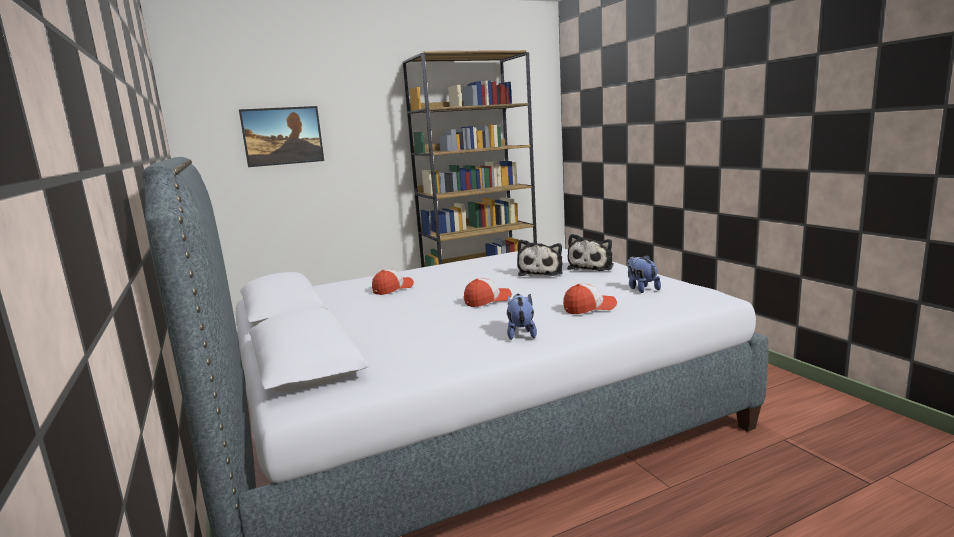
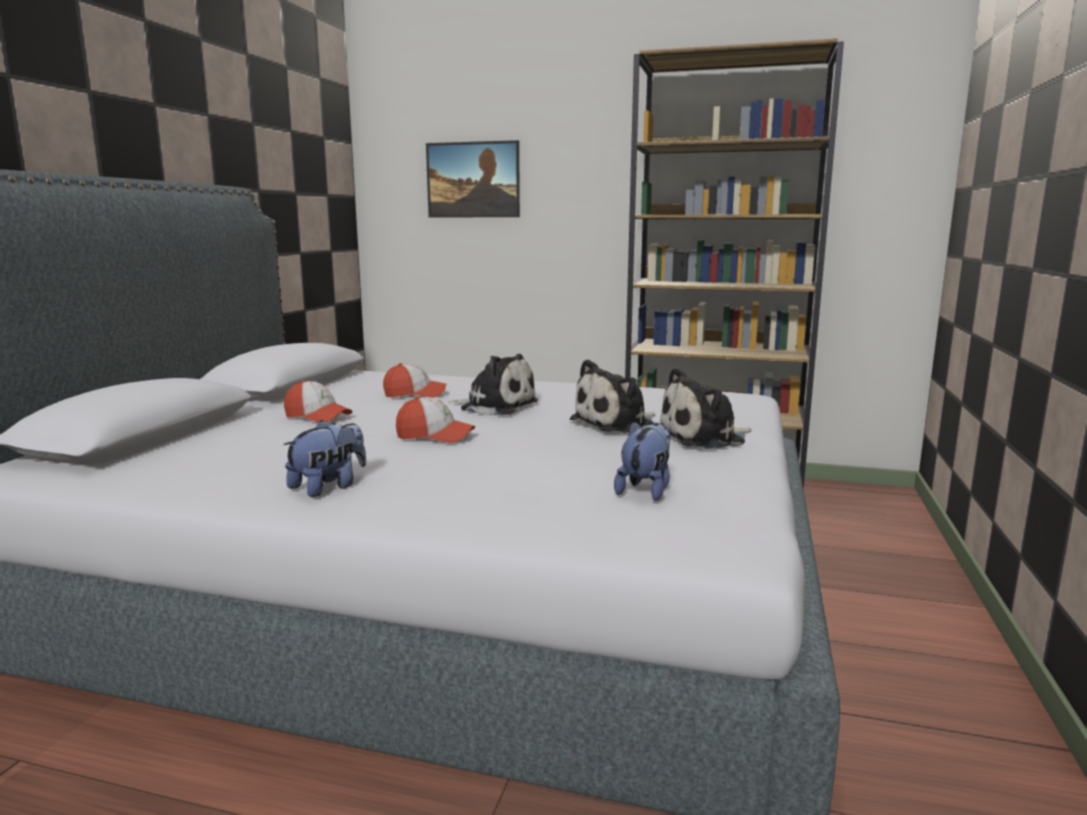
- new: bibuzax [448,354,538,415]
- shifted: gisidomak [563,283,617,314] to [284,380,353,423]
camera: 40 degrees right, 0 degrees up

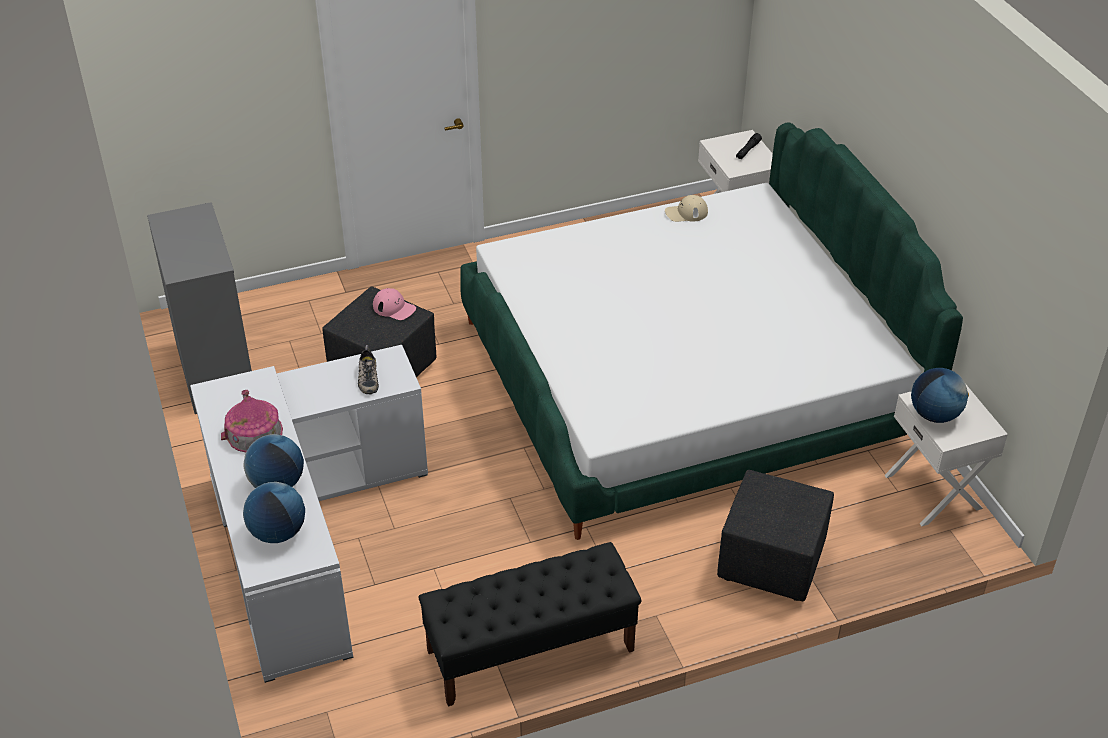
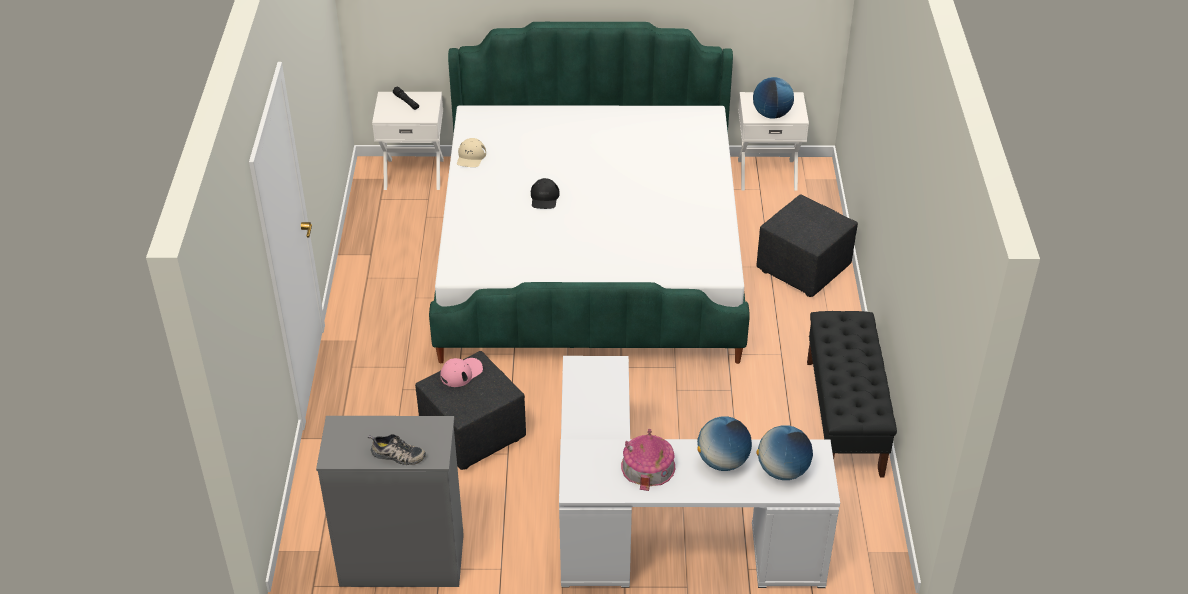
- new: black_gisidomak [531,178,559,209]
- shifted: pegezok [358,345,379,394] to [368,434,426,465]
camera: 70 degrees left, 0 degrees up

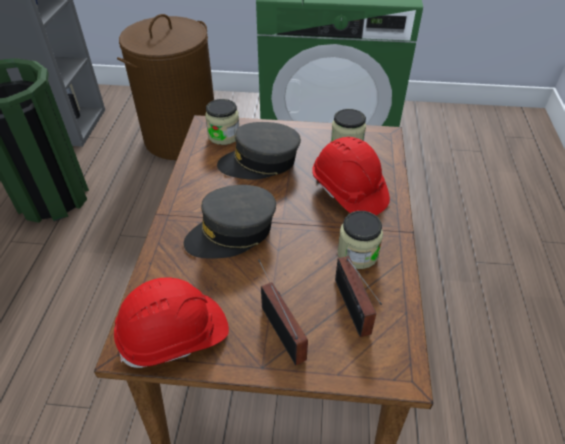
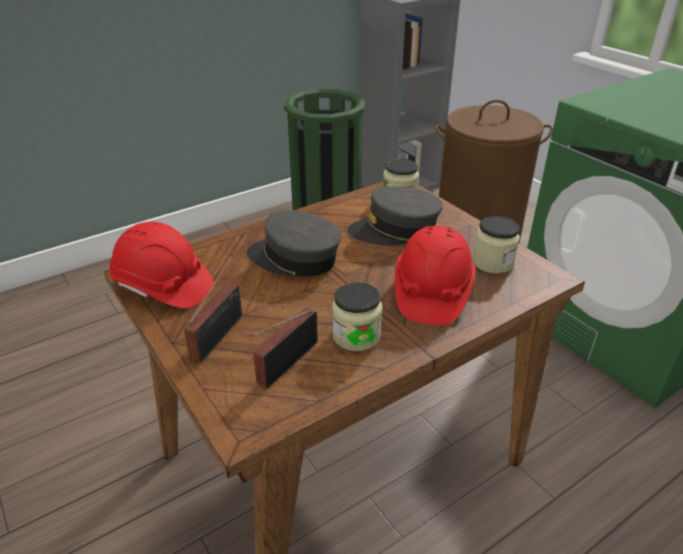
- rotated: grey_gisidomak [217,122,301,180] = [348,186,443,246] 45 degrees counterclockwise
camera: 50 degrees right, 10 degrees down

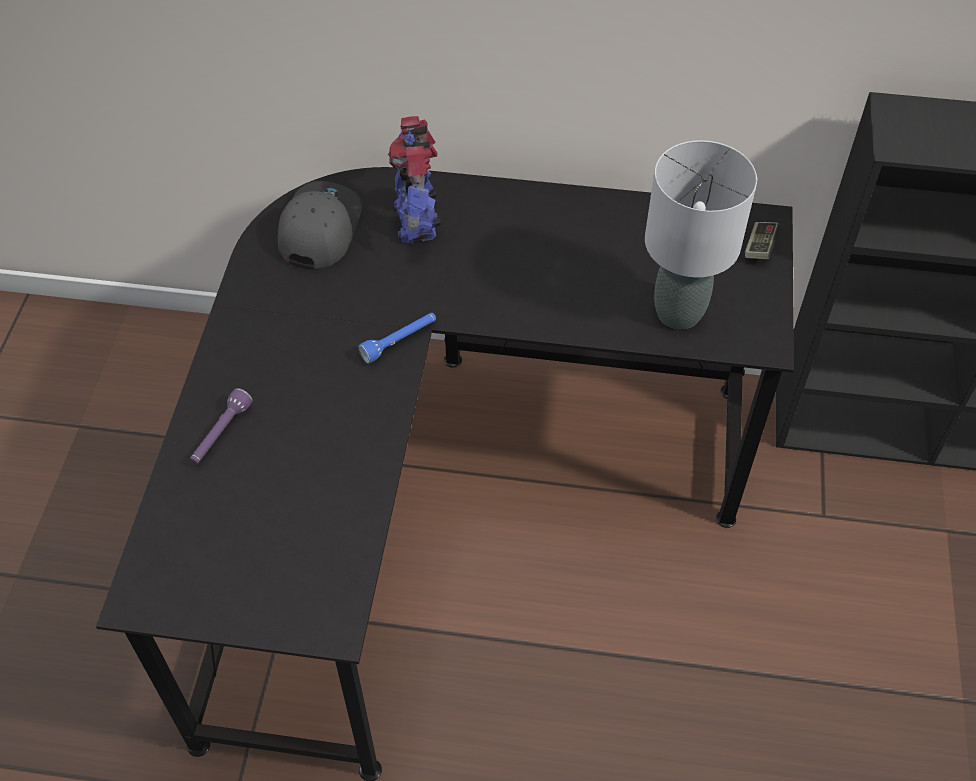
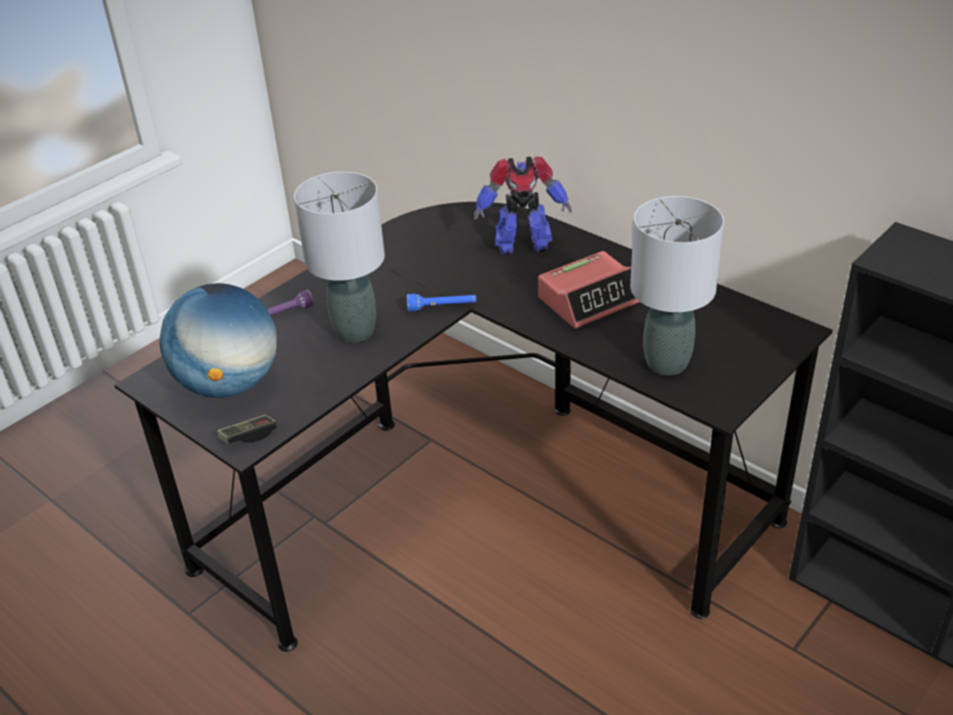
- gone: grey_gisidomak [278,181,362,269]
- new: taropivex [160,283,277,398]
- new: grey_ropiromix [294,172,385,342]
- new: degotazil [538,251,640,329]
- shifted: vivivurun [745,222,780,259] to [217,415,277,444]
- rotated: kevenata [388,116,442,244] = [474,157,572,255] 120 degrees counterclockwise
camera: 35 degrees right, 15 degrees down

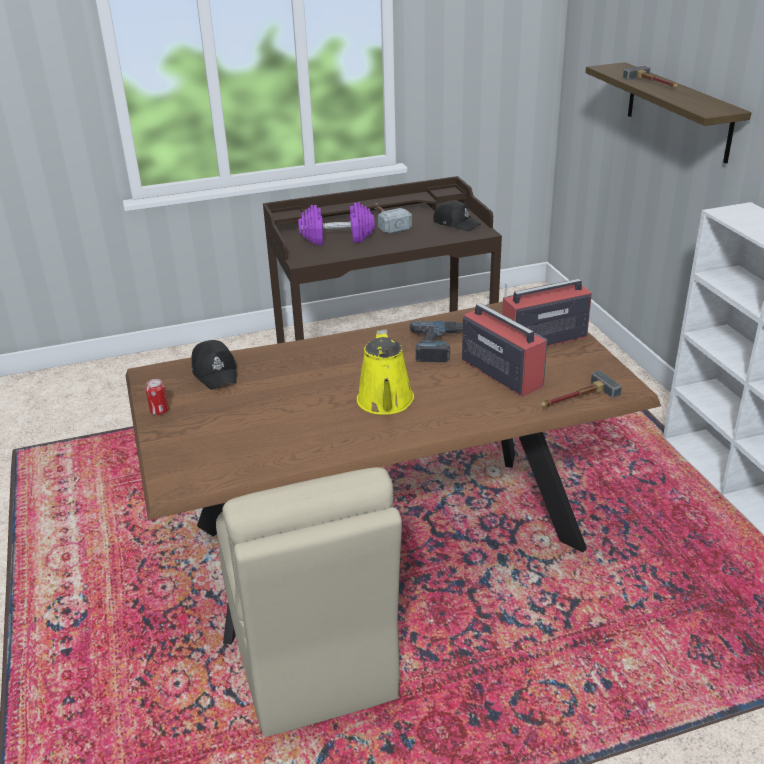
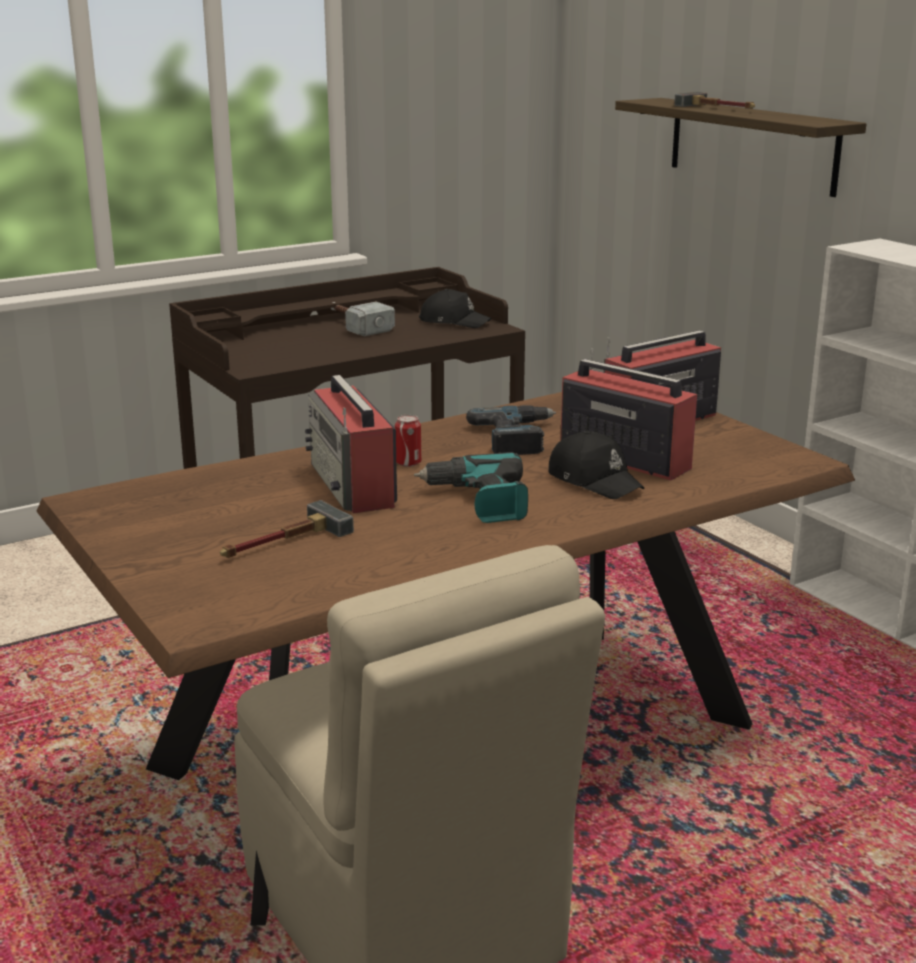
- gone: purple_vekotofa [298,202,375,245]
- new: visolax [305,375,397,514]
- shifted: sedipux [146,379,169,415] to [395,415,421,467]
- shifted: black_gisidomak [191,340,237,390] to [548,431,644,499]
- shifted: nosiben [541,371,622,408] to [220,500,354,558]
- swapped: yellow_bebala [357,329,414,415] to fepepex [414,452,528,523]
camera: 15 degrees left, 10 degrees down

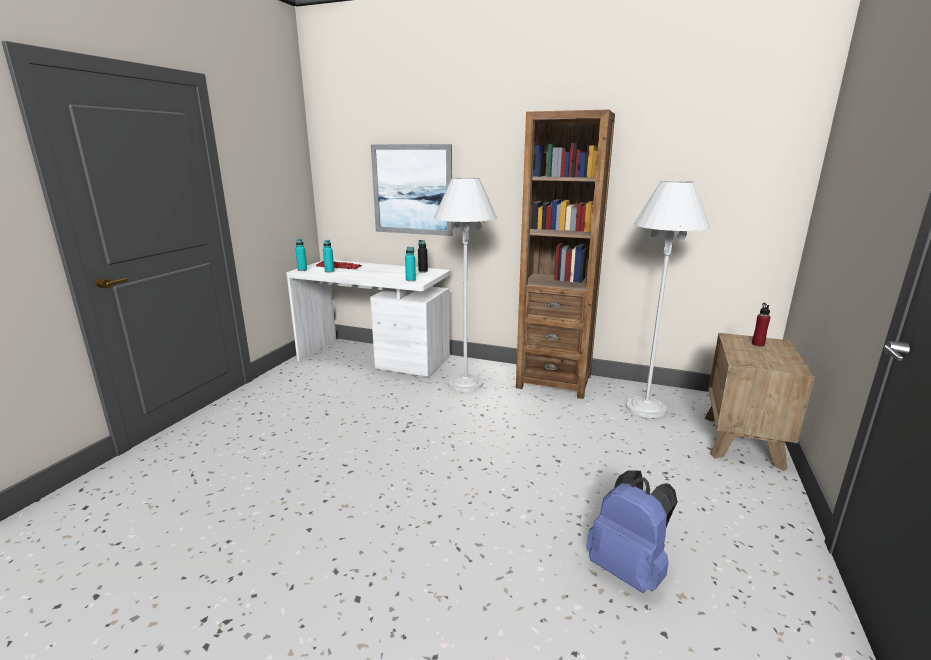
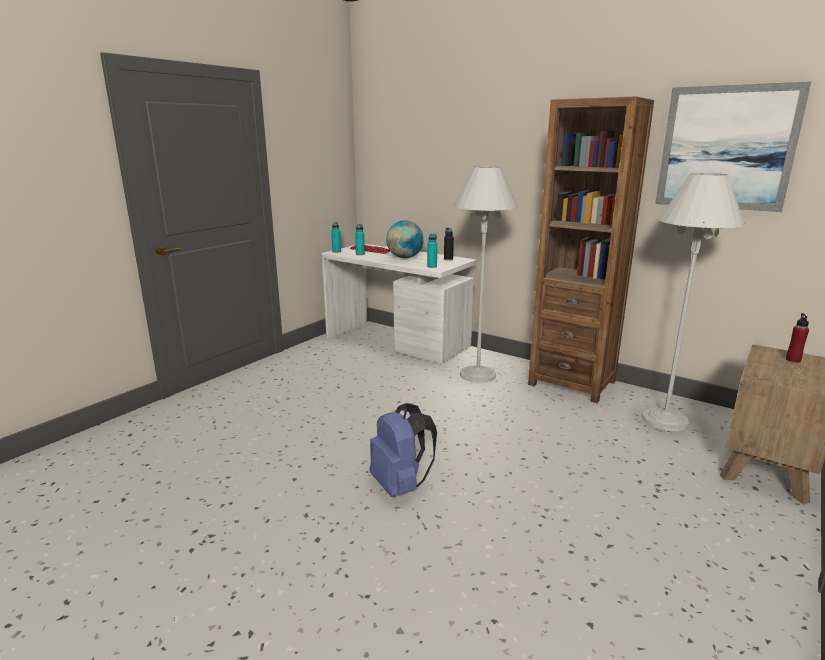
- new: taropivex [386,220,424,258]
- shifted: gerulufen [371,144,453,236] to [655,82,811,212]
- shifted: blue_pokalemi [586,470,677,593] to [370,403,437,497]
camera: 15 degrees right, 0 degrees up

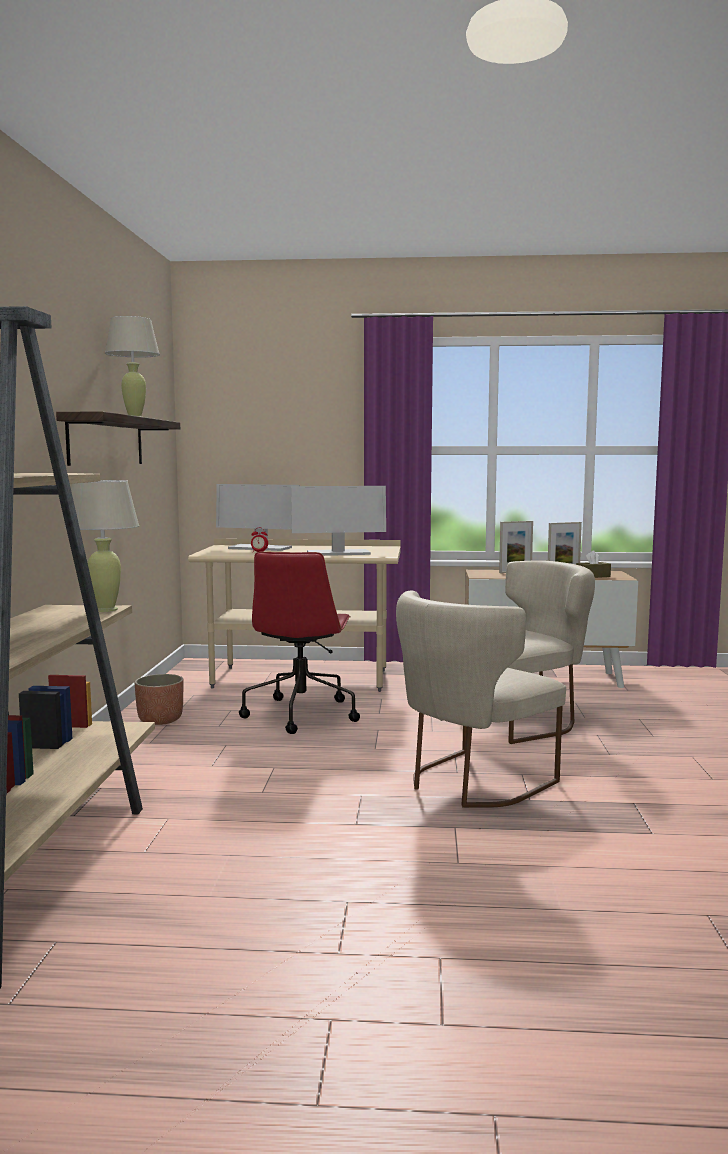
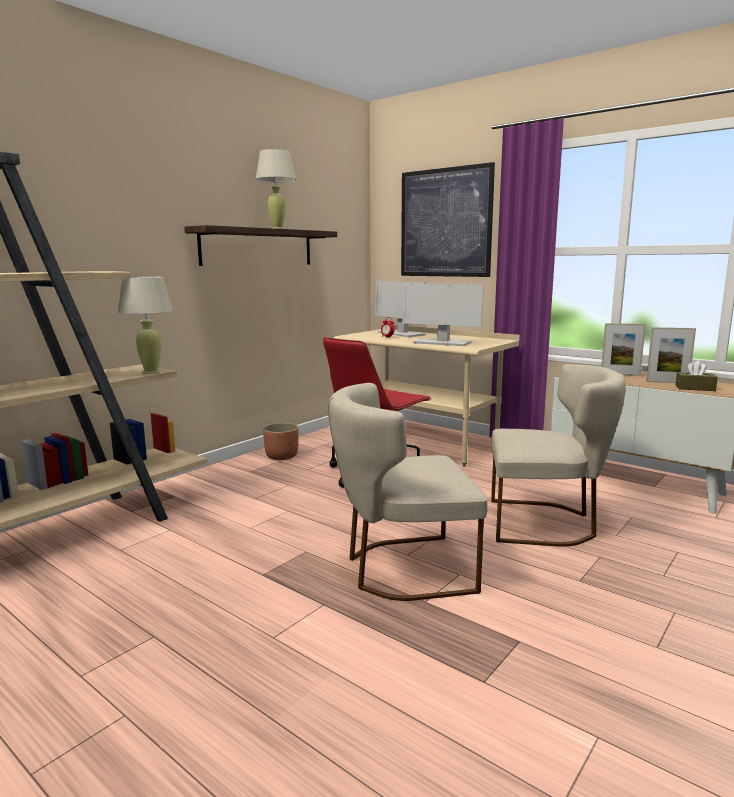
- new: gerulufen [401,162,495,277]
camera: 35 degrees right, 5 degrees up

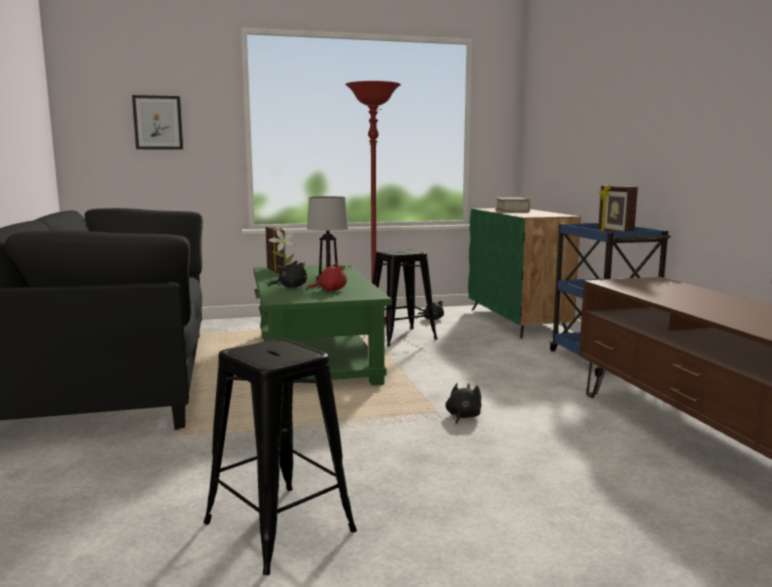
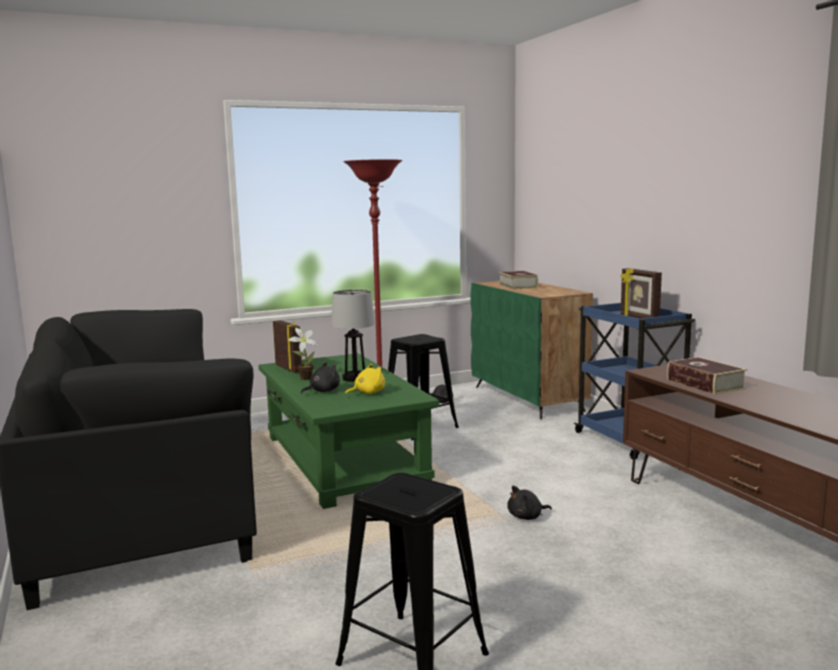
- gone: gerulufen [132,95,183,150]
- new: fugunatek [667,357,747,395]
- repainted: red_bibuzax [307,263,347,291] to yellow_bibuzax [345,364,385,395]
- rotated: black_bibuzax [446,383,481,424] = [507,486,552,520] 120 degrees counterclockwise
camera: 10 degrees left, 0 degrees up

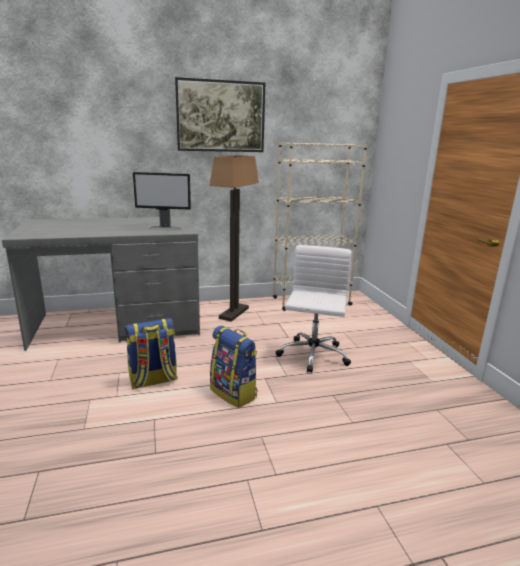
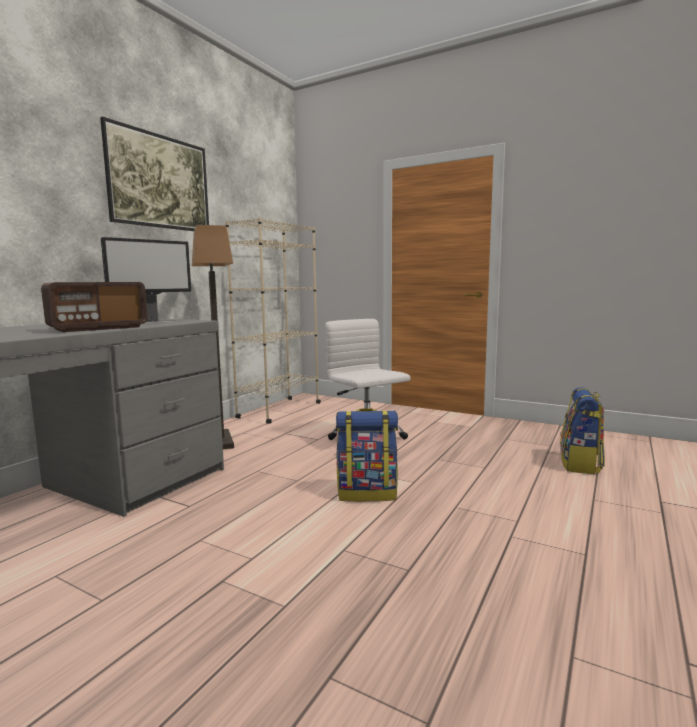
- new: visolax [41,282,148,332]
- shifted: pokalemi [125,318,178,389] to [560,387,605,474]
camera: 45 degrees left, 10 degrees down

